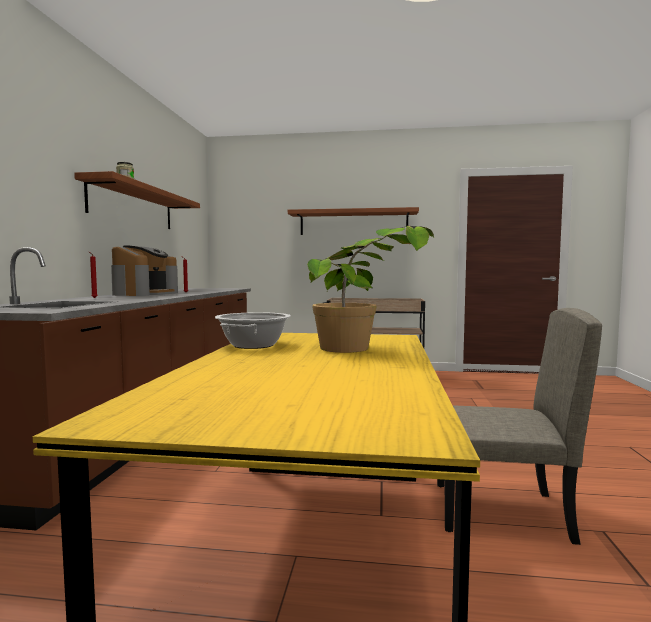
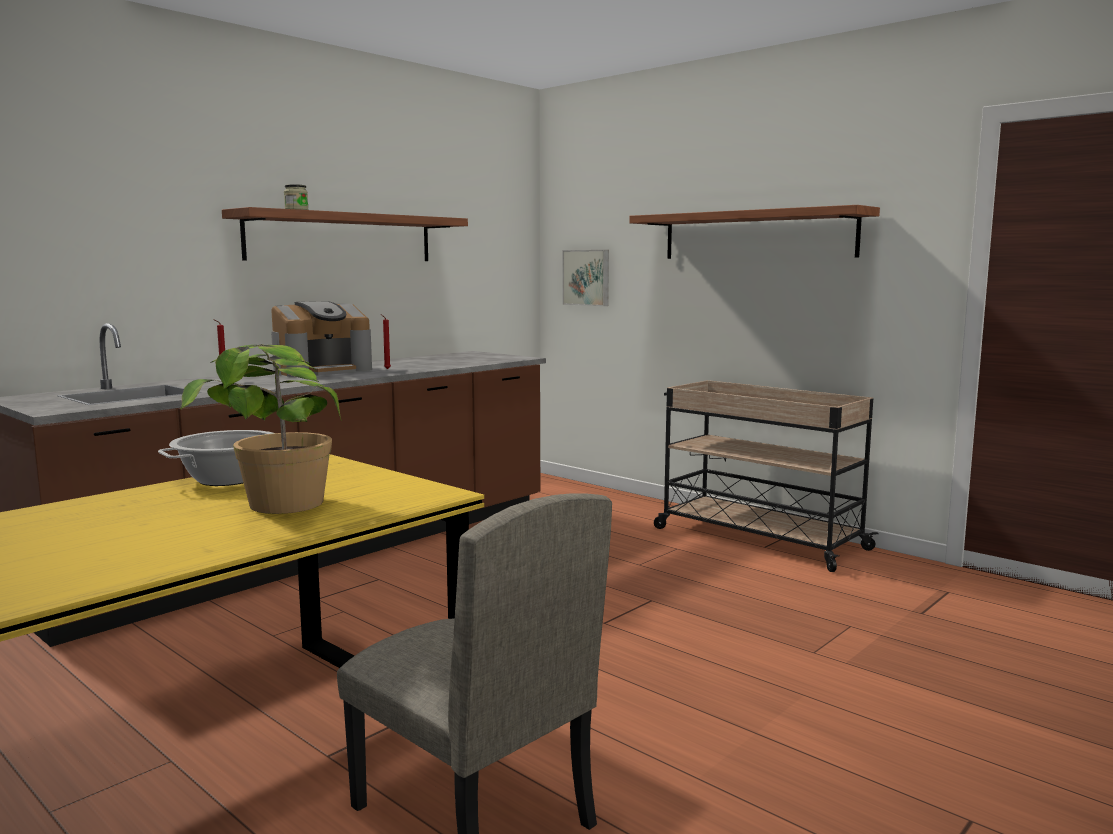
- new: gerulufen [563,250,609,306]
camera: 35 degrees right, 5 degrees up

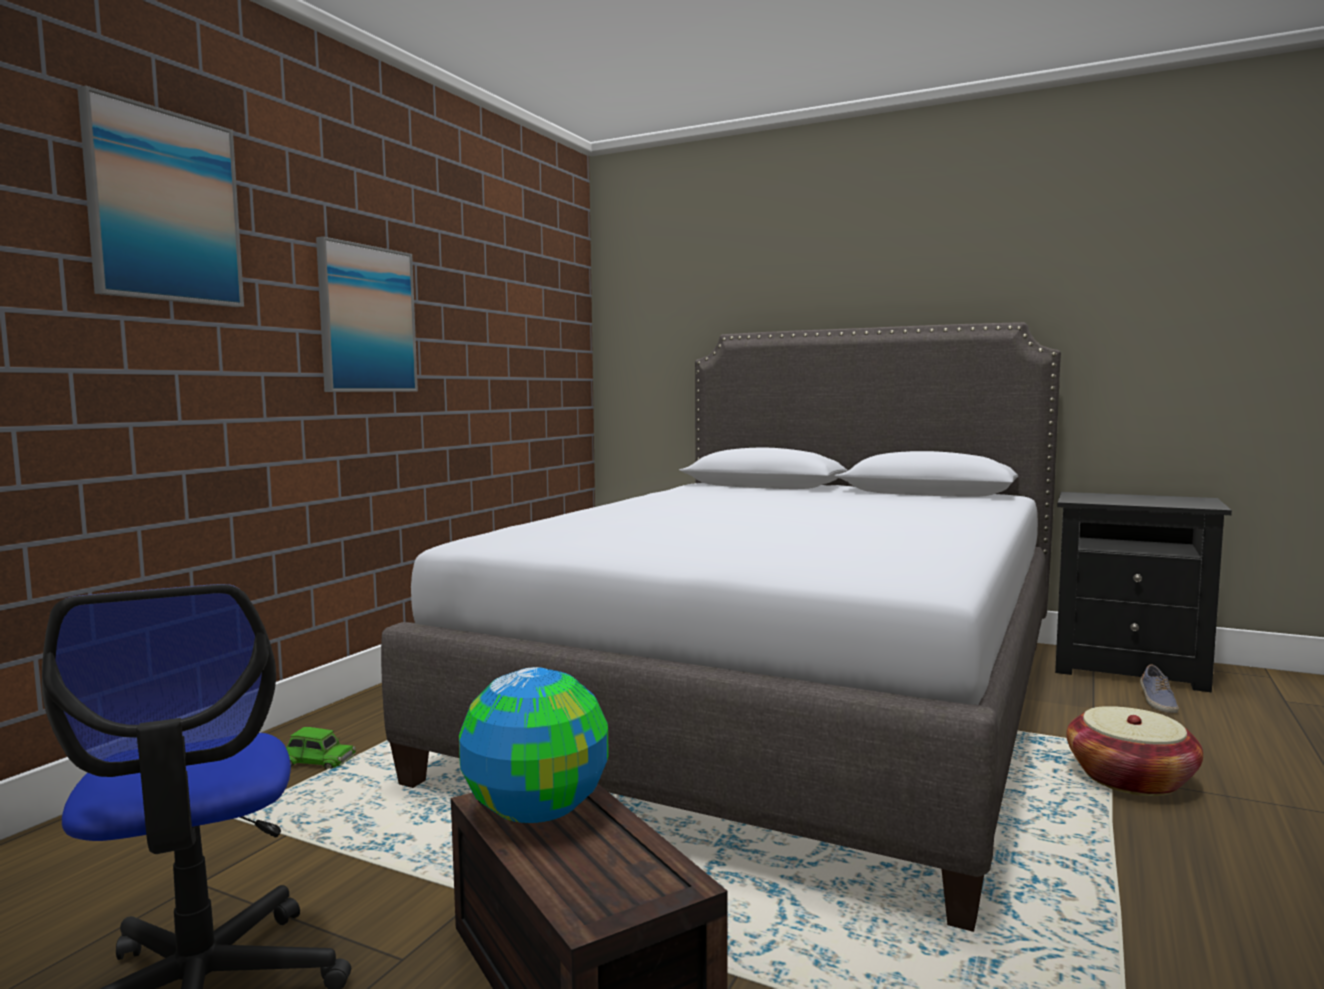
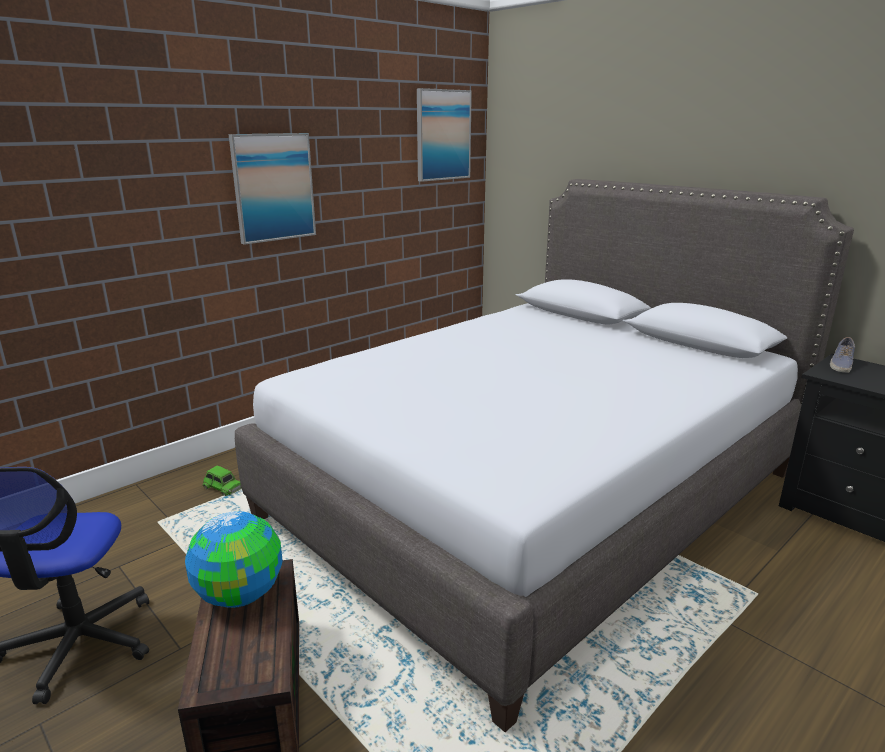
- gone: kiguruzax [1066,706,1203,796]
- shifted: gerulufen [77,86,244,307] to [417,88,472,182]
- shifted: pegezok [1140,665,1179,713] to [830,337,855,373]
camera: 20 degrees right, 15 degrees up

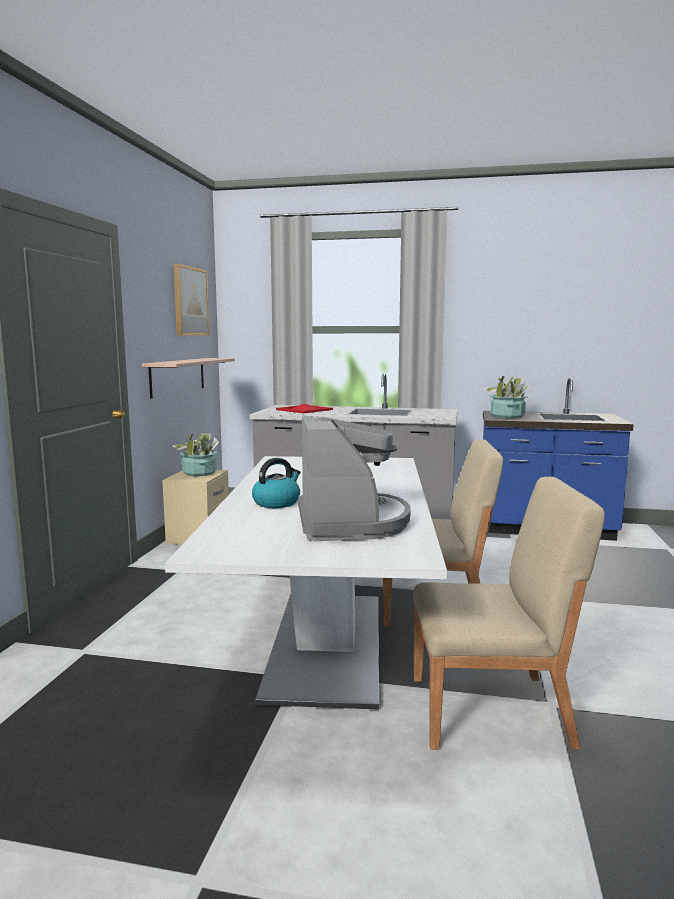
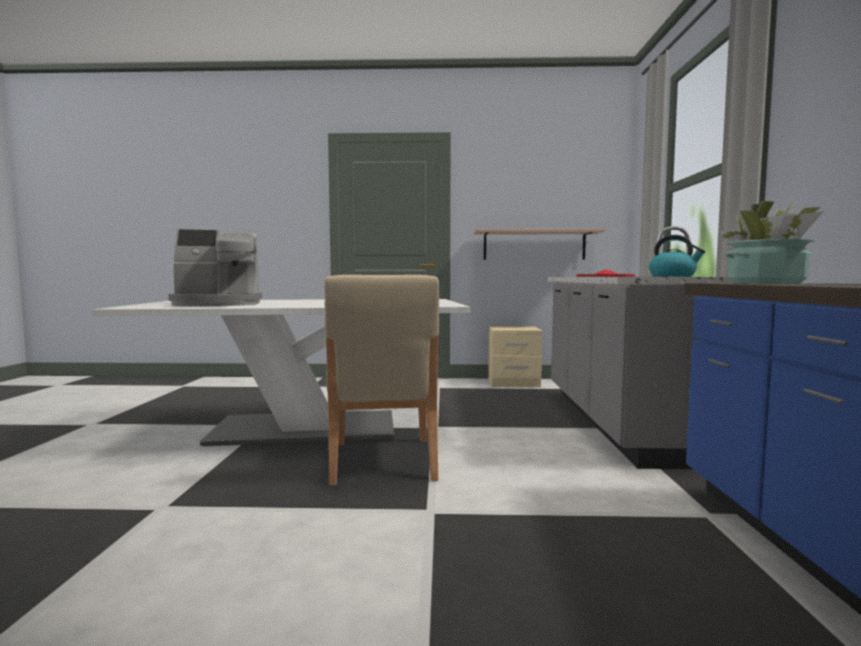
- gone: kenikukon [173,433,219,476]
- gone: gerulufen [174,264,209,336]
- gone: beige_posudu [413,477,605,750]
- shifted: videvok [252,458,300,508] to [649,235,705,277]
camera: 80 degrees right, 5 degrees down

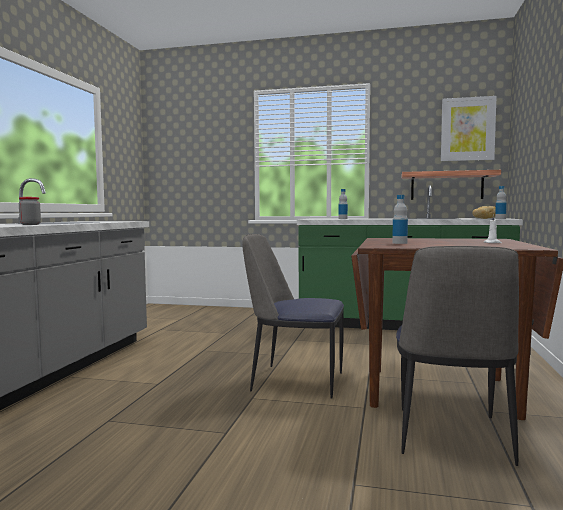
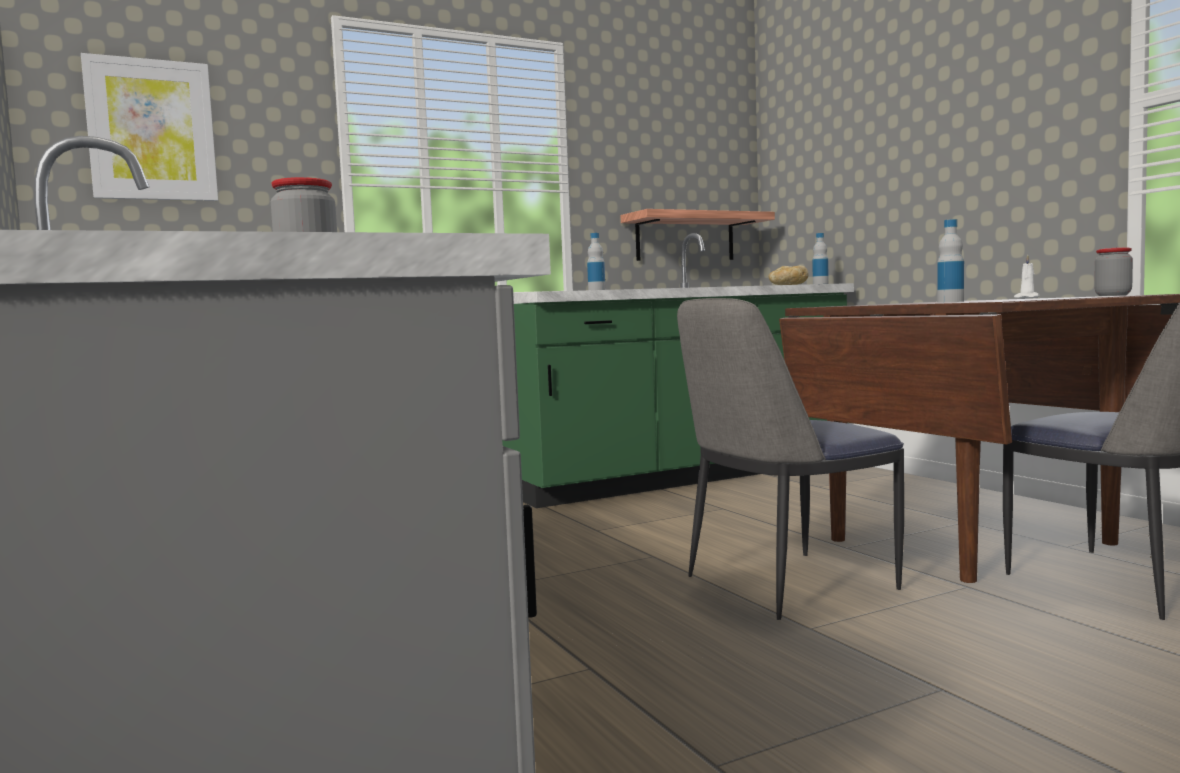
- new: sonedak [1094,247,1133,296]
- shifted: gerulufen [441,96,497,161] to [81,53,218,201]
camera: 40 degrees left, 0 degrees up

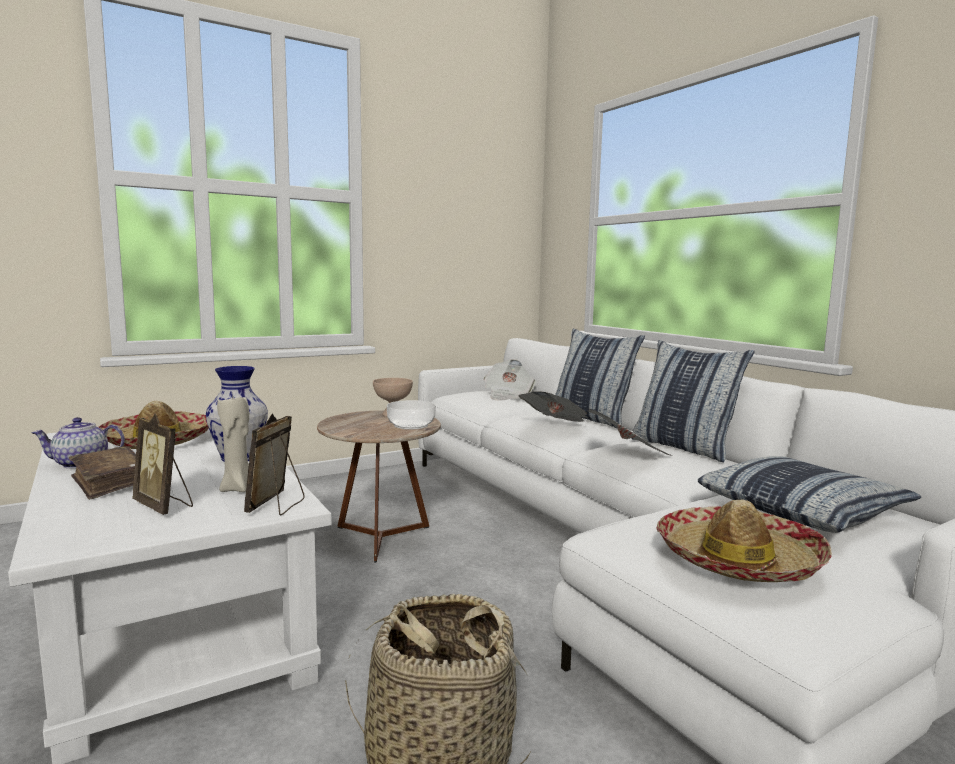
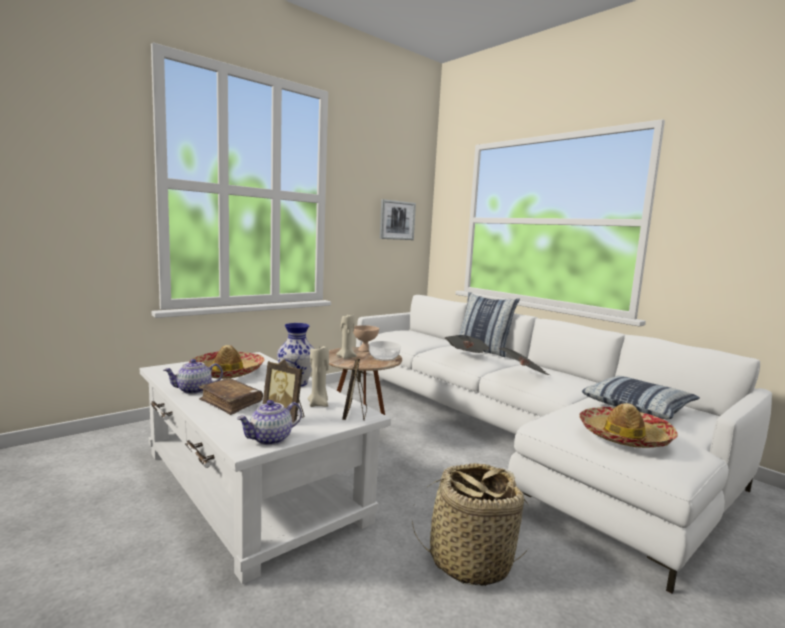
- gone: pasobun [483,359,536,401]
- gone: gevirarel [631,340,755,462]
- new: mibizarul [237,400,302,445]
- new: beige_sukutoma [336,315,357,359]
- new: gerulufen [380,199,416,240]
camera: 10 degrees left, 0 degrees up

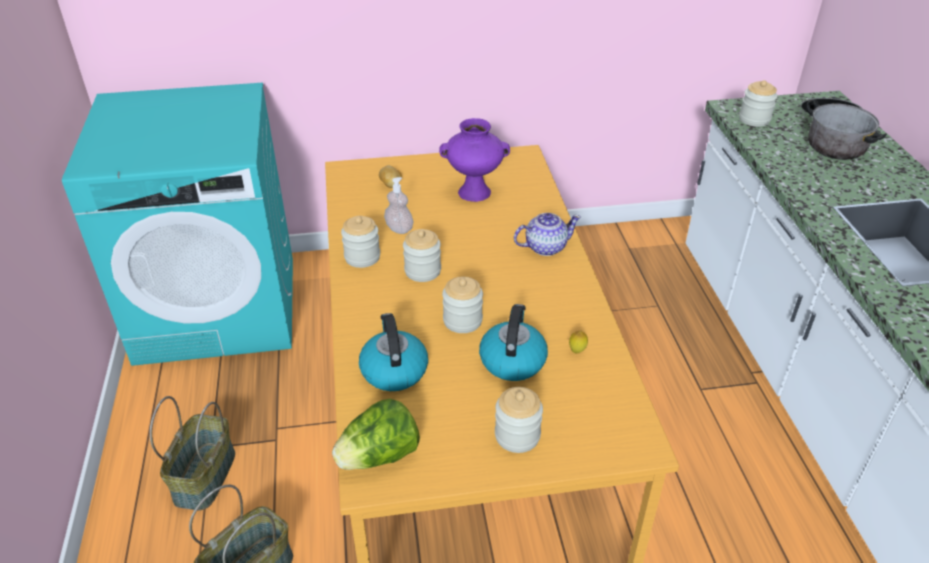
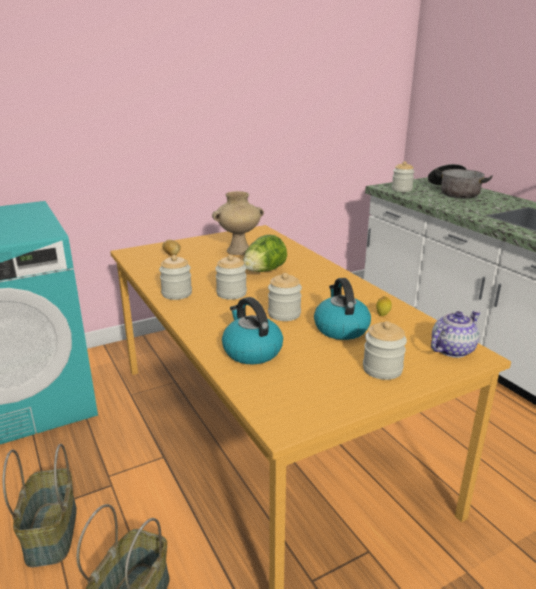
- gone: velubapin [384,177,414,234]
- shifted: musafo [332,399,420,470] to [243,235,287,272]
- shifted: mibizarul [514,213,581,256] to [431,311,480,358]
- repainted: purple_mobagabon [439,118,510,202] to beige_mobagabon [212,191,264,255]
camera: 20 degrees left, 15 degrees down

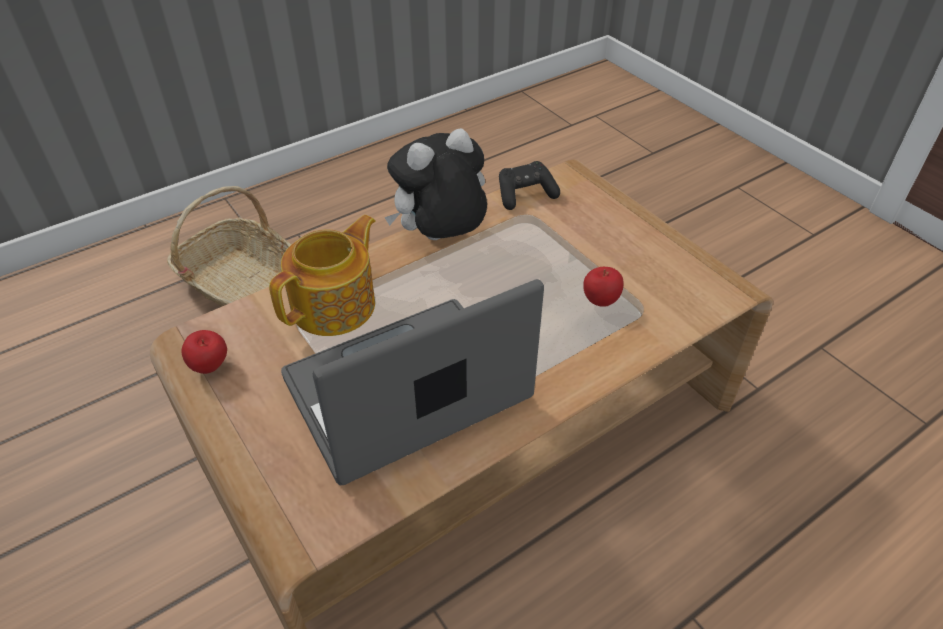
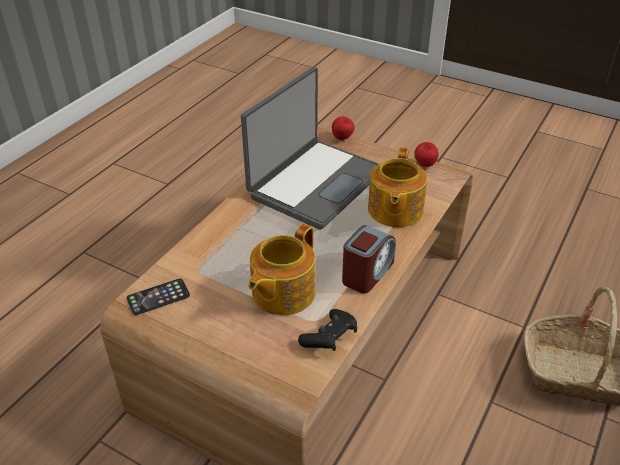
- new: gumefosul [127,279,190,315]
- new: mibizarul [248,224,316,315]
- shifted: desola [583,267,624,306] to [332,117,354,140]
- swapped: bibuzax [384,128,487,240] to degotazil [342,225,396,293]
camera: 155 degrees right, 5 degrees down

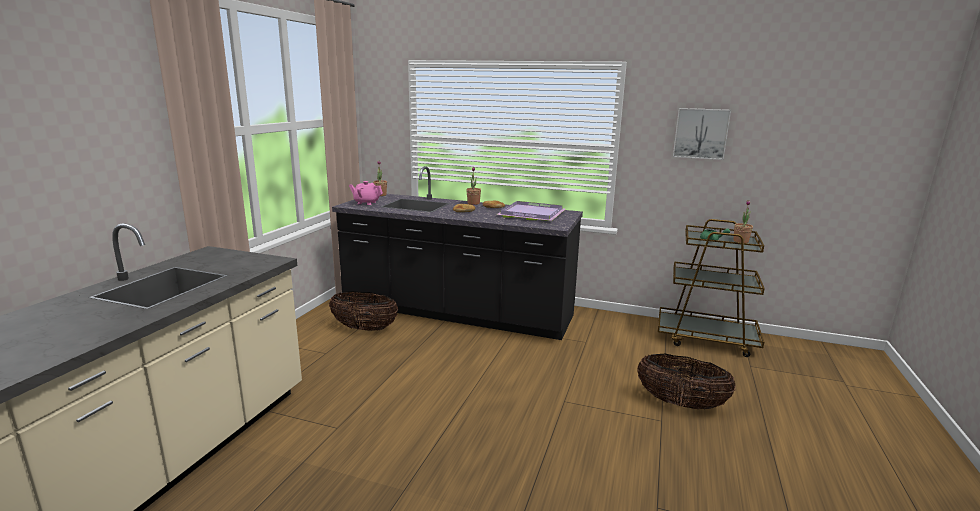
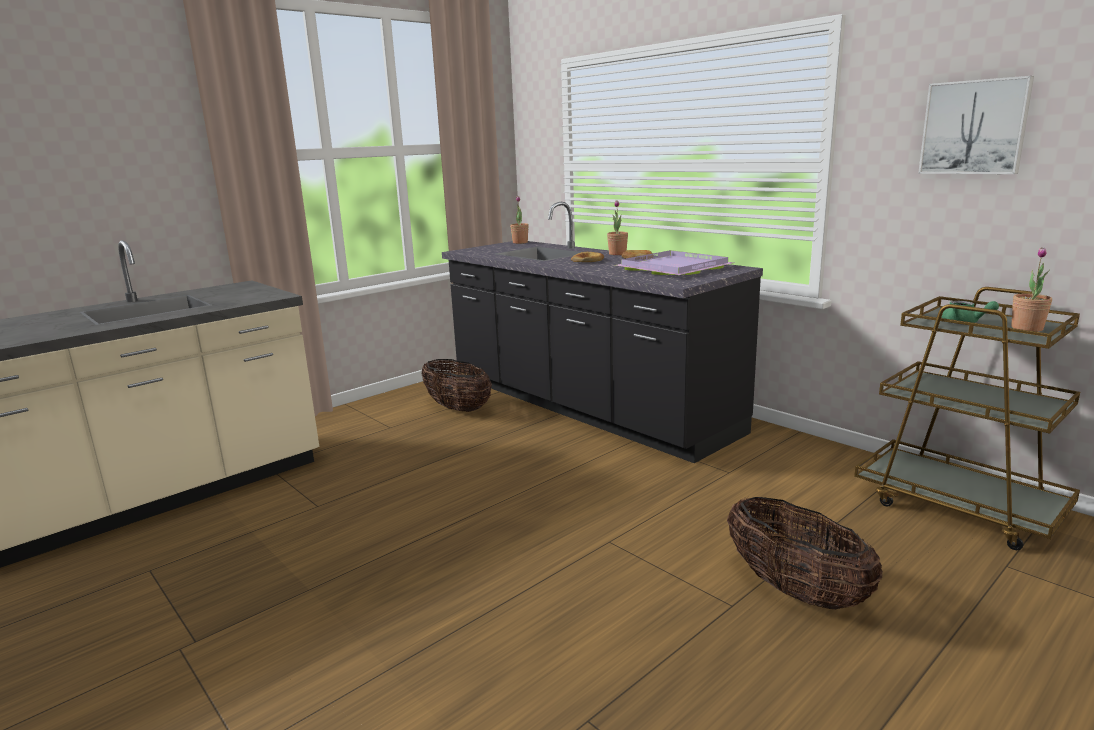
- gone: pink_mibizarul [349,181,383,205]
camera: 30 degrees right, 0 degrees up

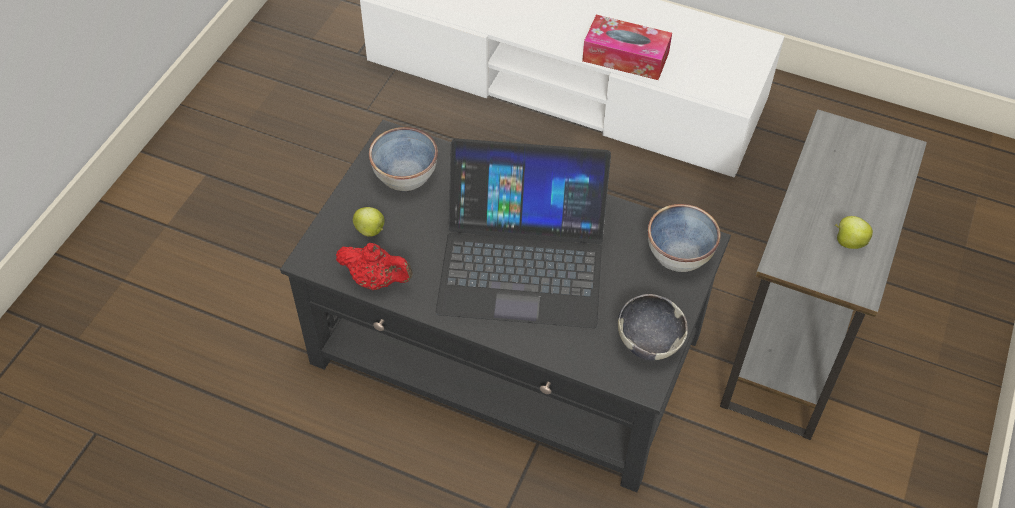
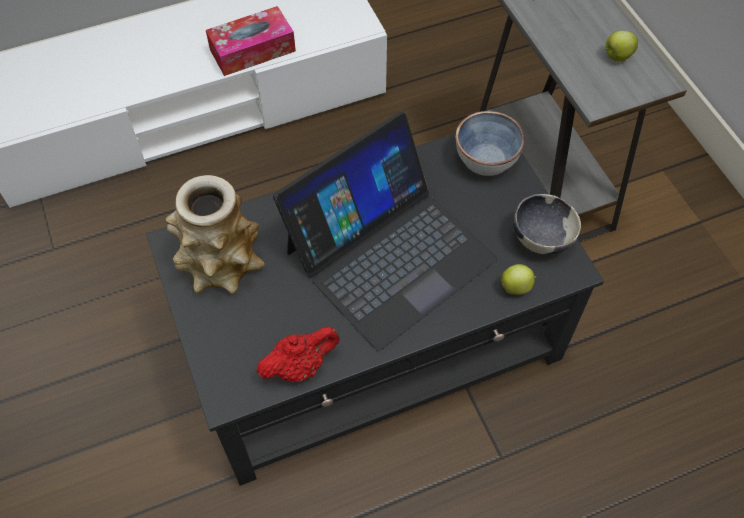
- shifted: desola [353,207,384,237] to [500,264,536,295]
- swapped: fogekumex [369,127,438,191] to mobagabon [166,175,265,294]
camera: 45 degrees left, 5 degrees up

